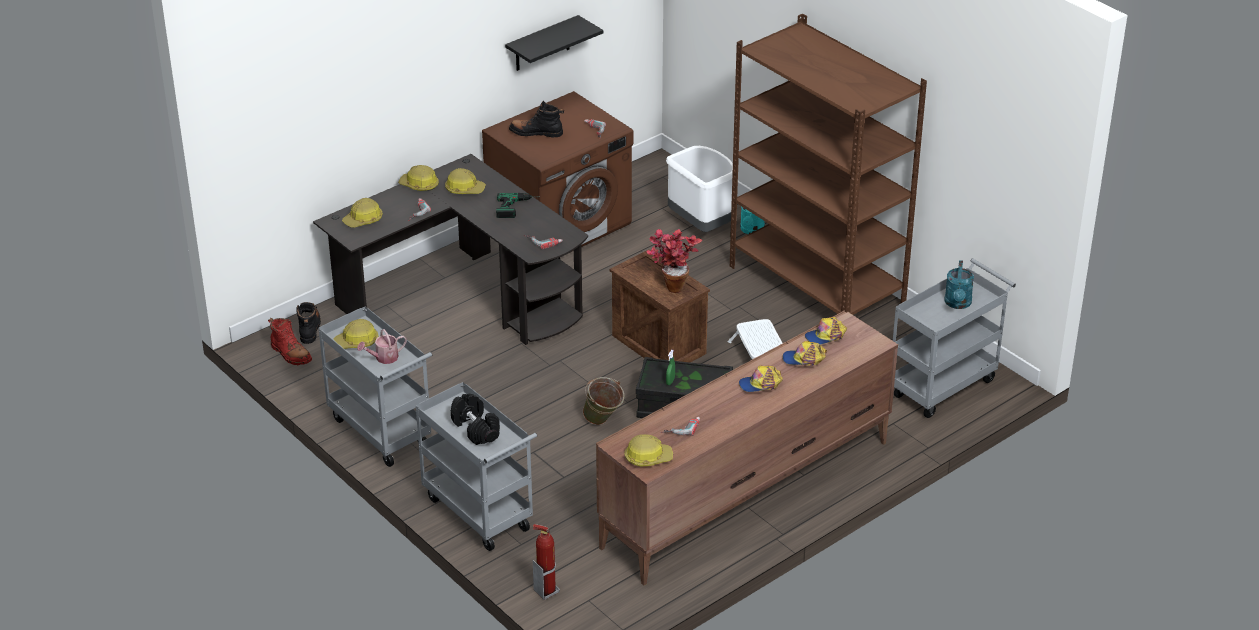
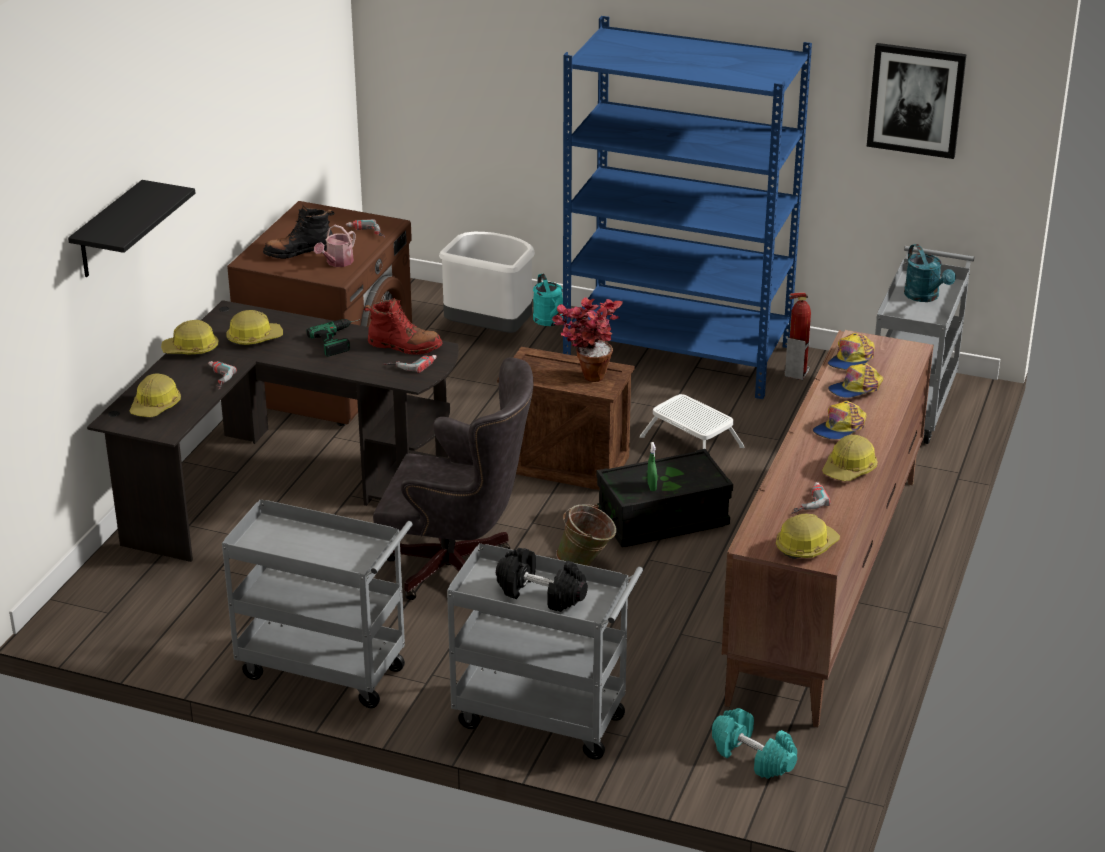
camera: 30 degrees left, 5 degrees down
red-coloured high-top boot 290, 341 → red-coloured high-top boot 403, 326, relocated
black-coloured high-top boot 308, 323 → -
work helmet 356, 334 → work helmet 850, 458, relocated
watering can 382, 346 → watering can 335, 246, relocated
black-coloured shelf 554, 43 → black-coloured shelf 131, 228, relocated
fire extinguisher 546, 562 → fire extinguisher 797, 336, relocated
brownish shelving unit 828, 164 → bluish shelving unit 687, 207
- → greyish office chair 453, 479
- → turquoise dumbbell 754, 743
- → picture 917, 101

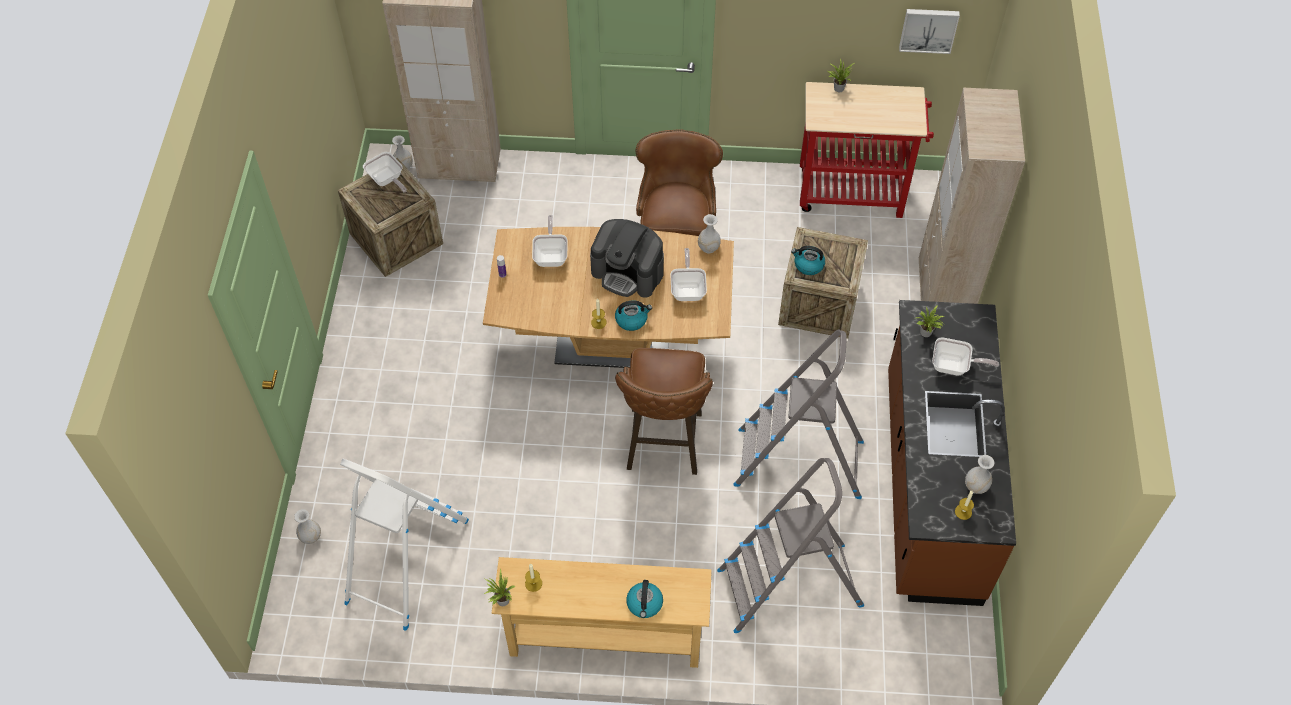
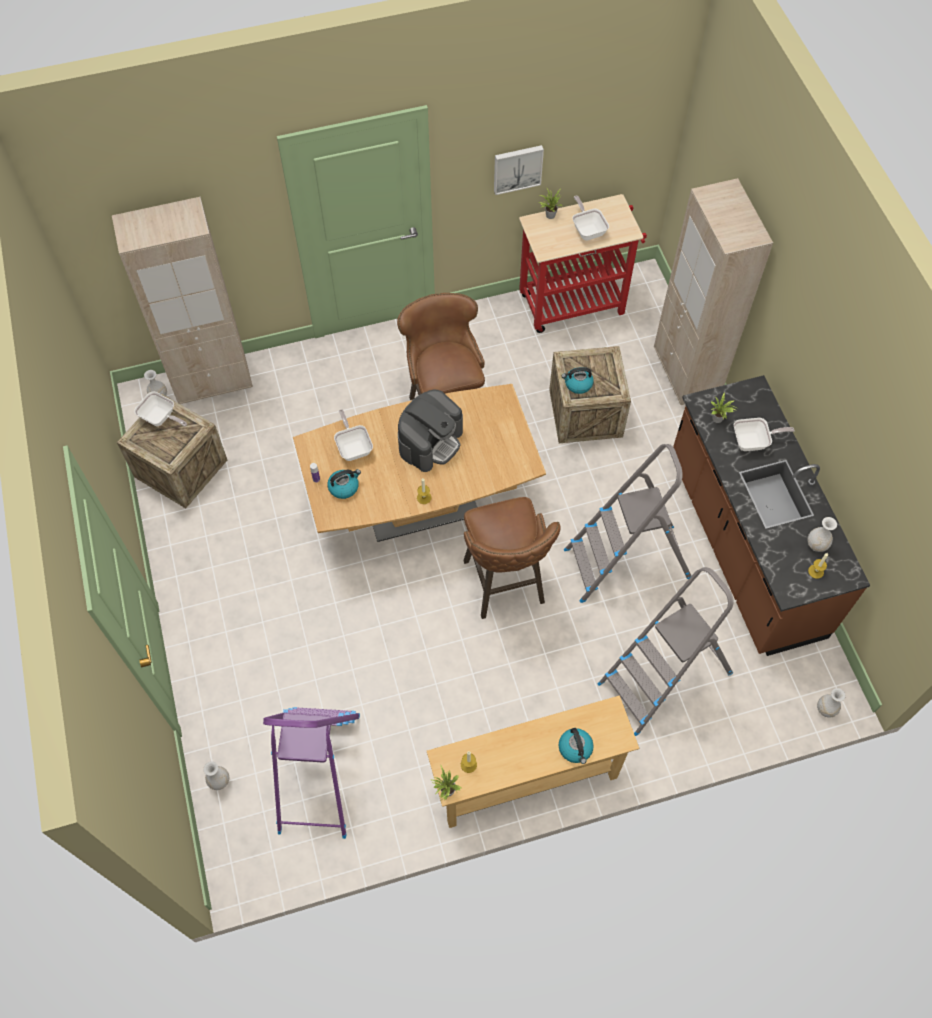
camera: 20 degrees left, 5 degrees up
white stepladder 404, 545 → purplish stepladder 311, 773
coffee machine 627, 258 → coffee machine 430, 431, 60 degrees counterclockwise
tea kettle 633, 315 → tea kettle 344, 484, relocated
pan 688, 274 → pan 590, 218, relocated
white vase 709, 233 → white vase 831, 703, relocated
picture 929, 31 → picture 519, 170, relocated

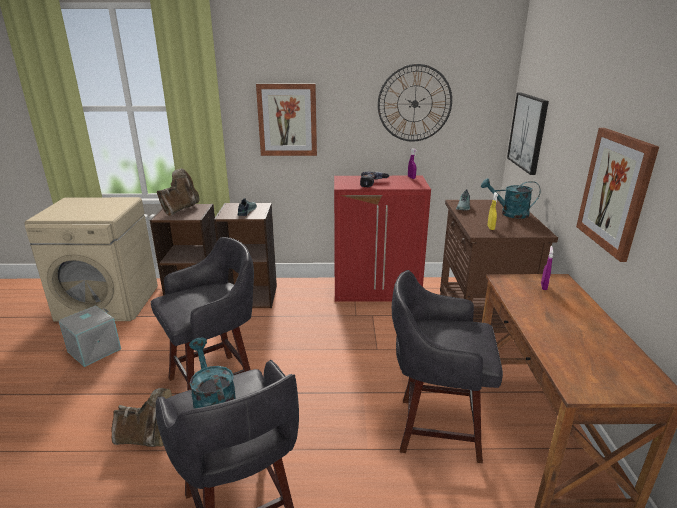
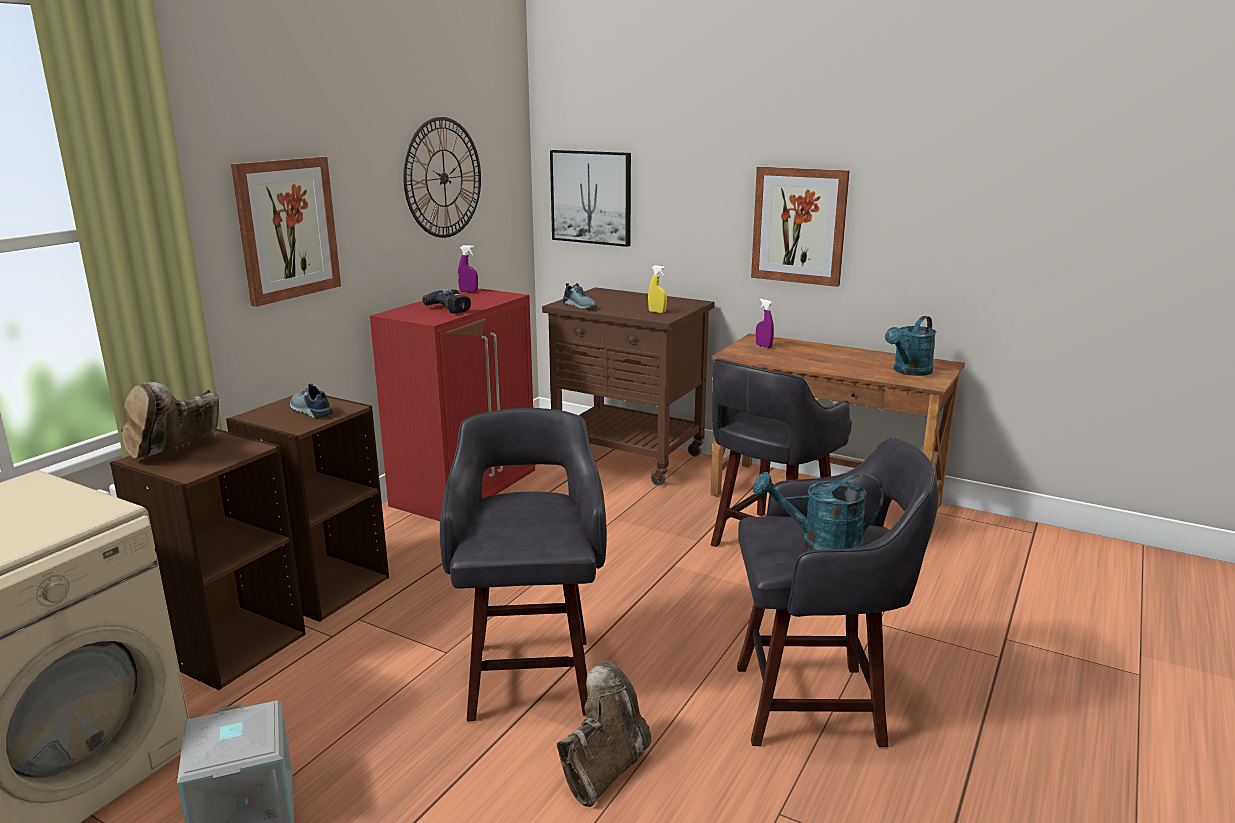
camera: 60 degrees left, 5 degrees down
brownish high-top boot 178, 192 → brownish high-top boot 170, 420, 120 degrees counterclockwise
turquoise watering can 511, 198 → turquoise watering can 910, 346, relocated

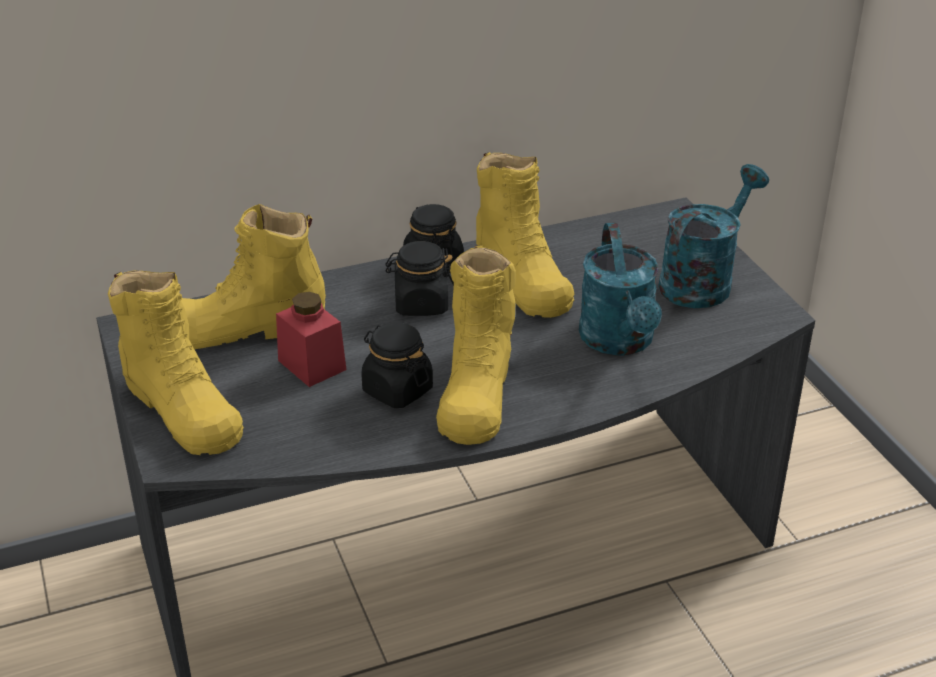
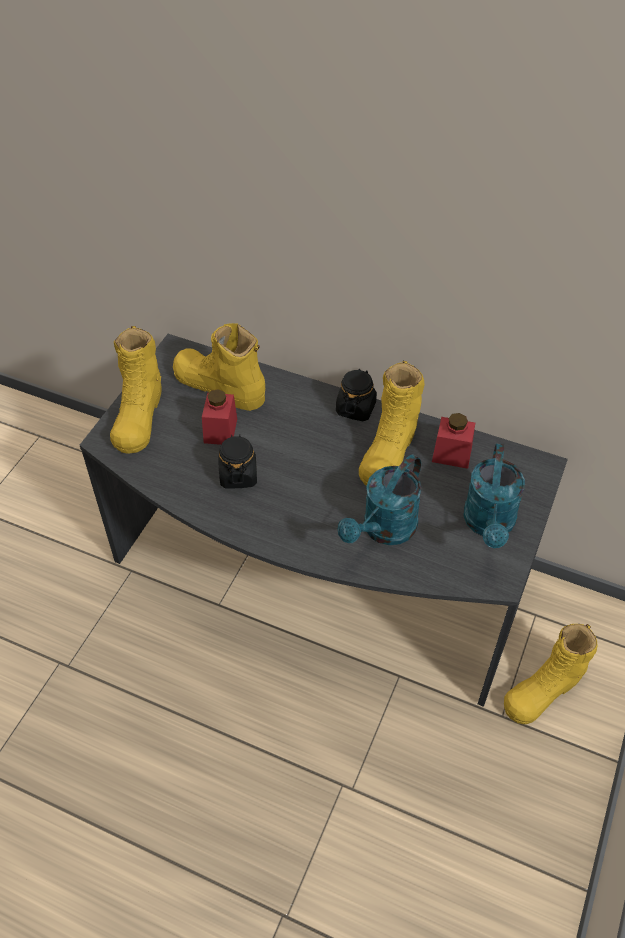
camera: 45 degrees right, 15 degrees up
black-coloured storage jar 419, 278 → -
yellowish high-top boot 476, 345 → yellowish high-top boot 550, 674, relocated
turquoise watering can 713, 236 → turquoise watering can 494, 495, 105 degrees clockwise
- → red-coloured storage jar 453, 441

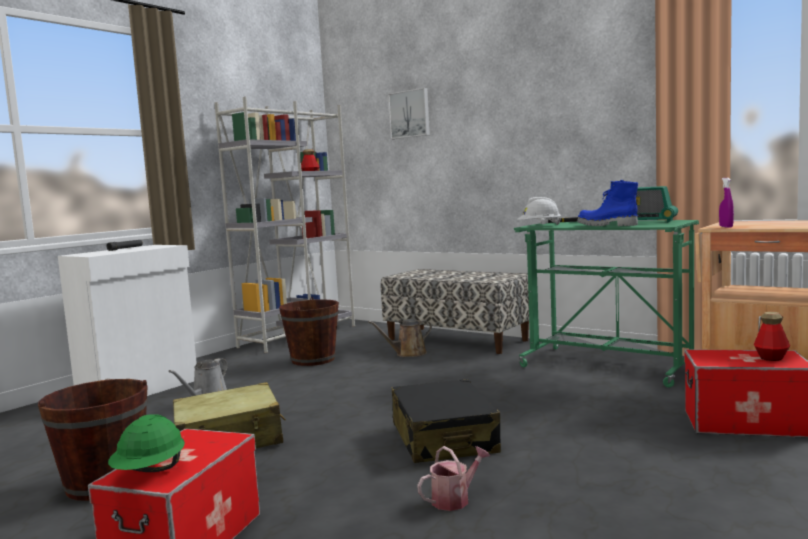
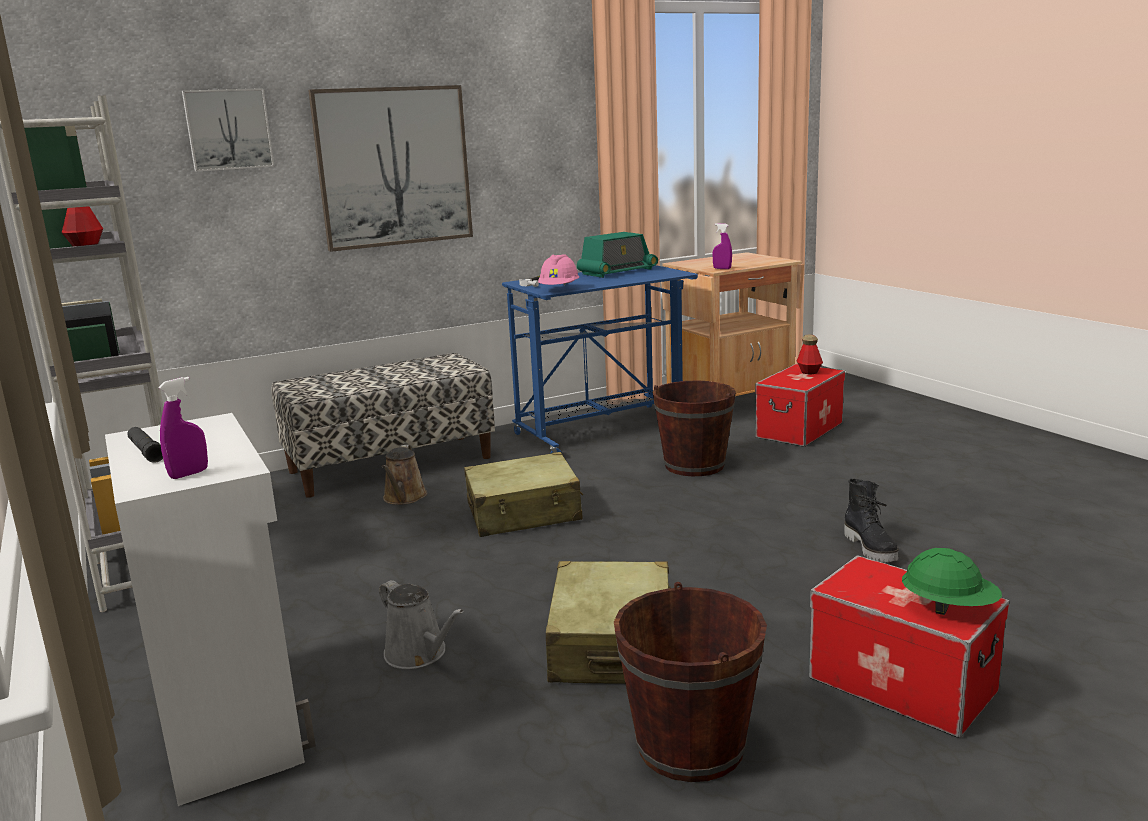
camera: 65 degrees left, 10 degrees up
brownish water bucket 309, 331 → brownish water bucket 694, 428, relocated
black-coloured travel case 446, 421 → -
watering can 453, 478 → black-coloured high-top boot 871, 520
greenish desk unit 606, 303 → bluish desk unit 600, 359
white work helmet 539, 211 → pink work helmet 558, 270
bluish high-top boot 607, 203 → -
- → purplish sprayer 183, 428
- → picture 390, 168
- → beige travel case 523, 494

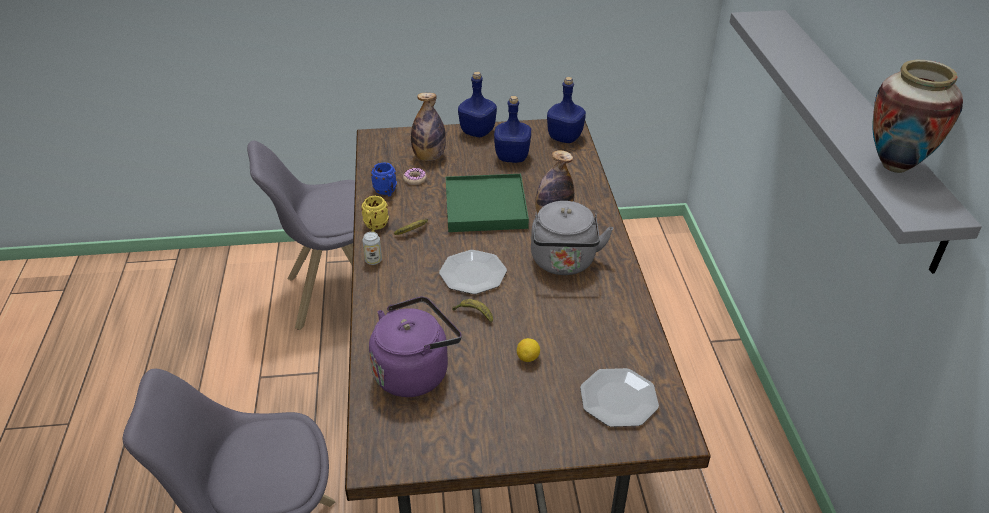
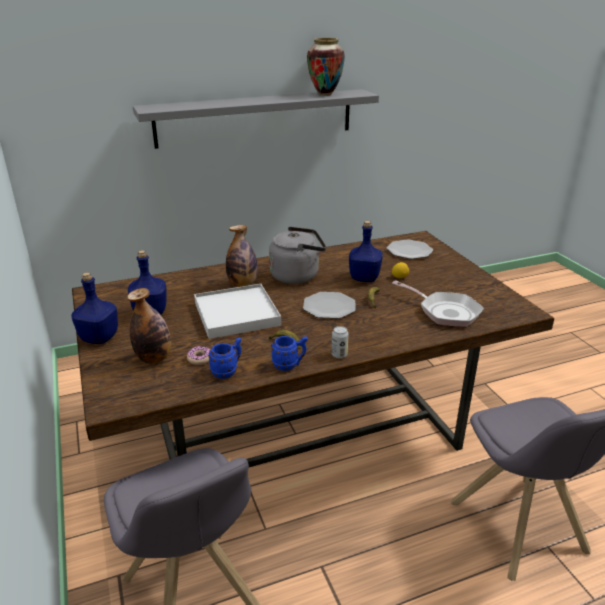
camera: 105 degrees left, 10 degrees down
yellowish coffee mug 375, 214 → bluish coffee mug 289, 353
purplish tea kettle 415, 346 → pan 438, 303
greenish serving tray 487, 203 → white serving tray 237, 311
bluish beverage bottle 566, 110 → bluish beverage bottle 366, 251, relocated

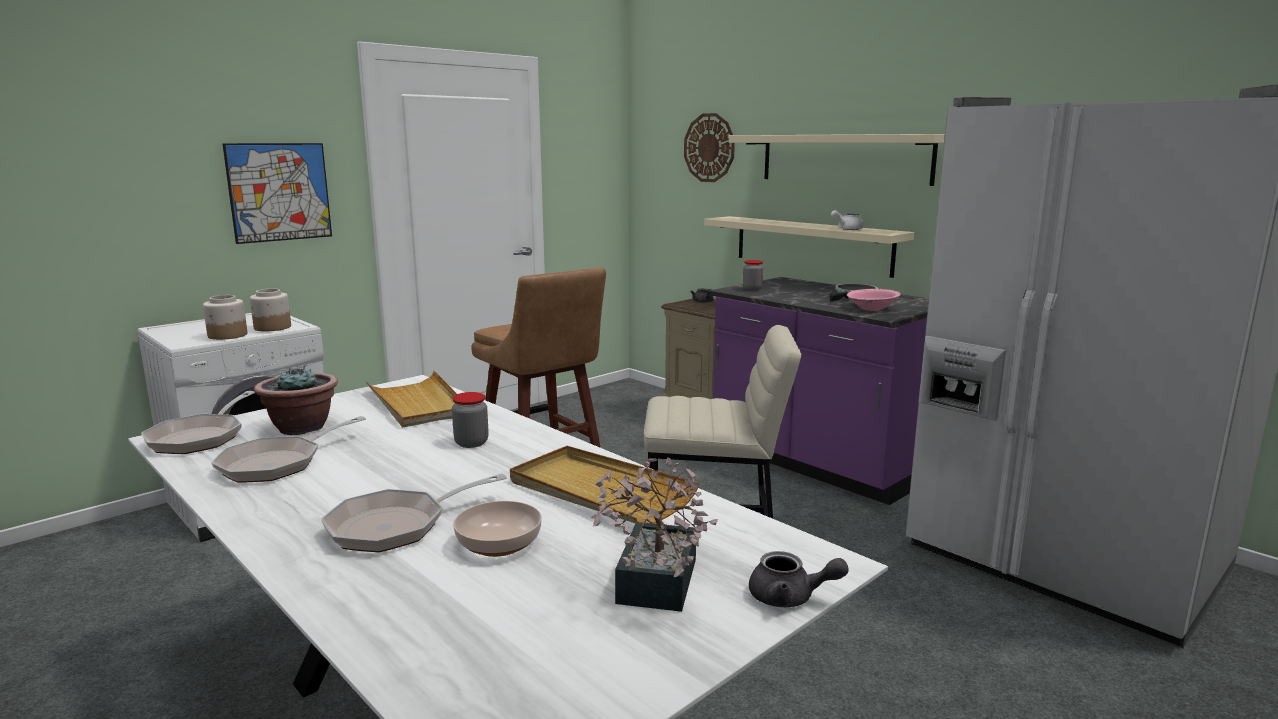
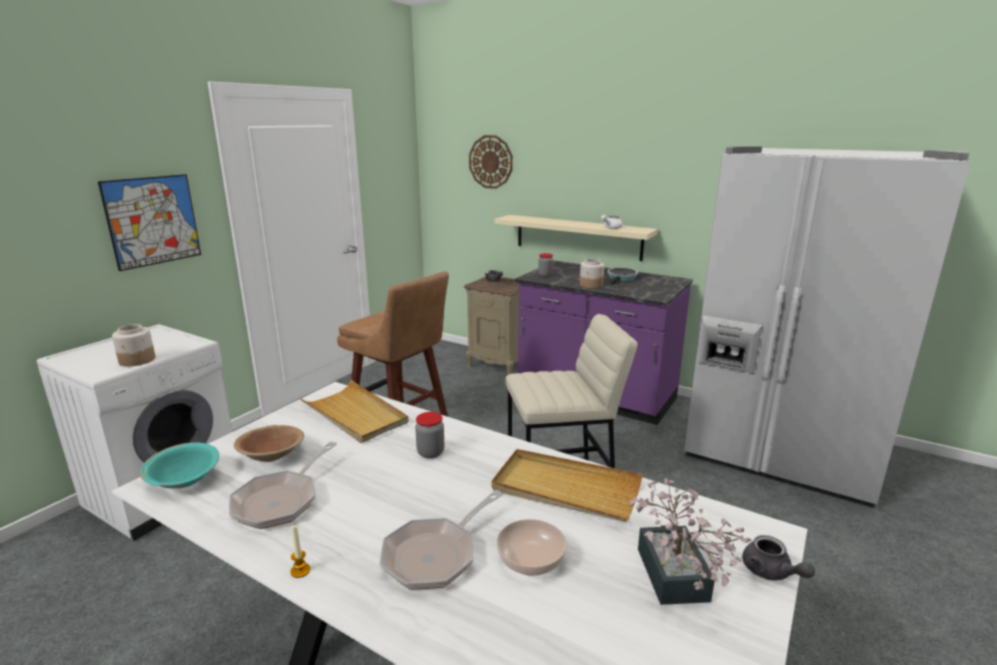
camera: 15 degrees left, 5 degrees up
pan 198, 422 → turquoise deep dish 179, 465
storage jar 270, 310 → storage jar 592, 273, relocated
potted plant 296, 400 → brownish deep dish 269, 443
beige shelf 837, 160 → -
greyish pot for tea 799, 579 → greyish pot for tea 778, 558, 60 degrees clockwise
pink deep dish 874, 300 → -
- → wax light 300, 551

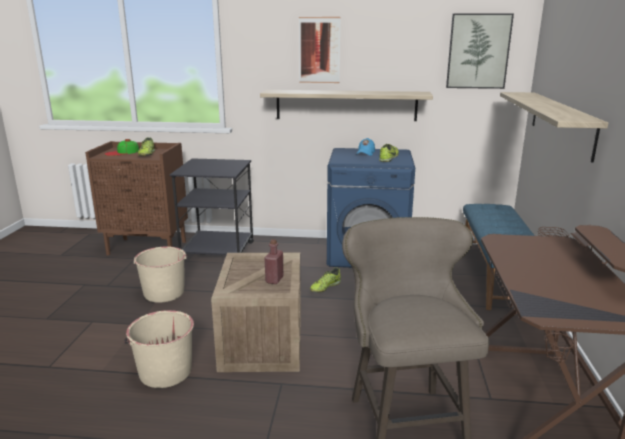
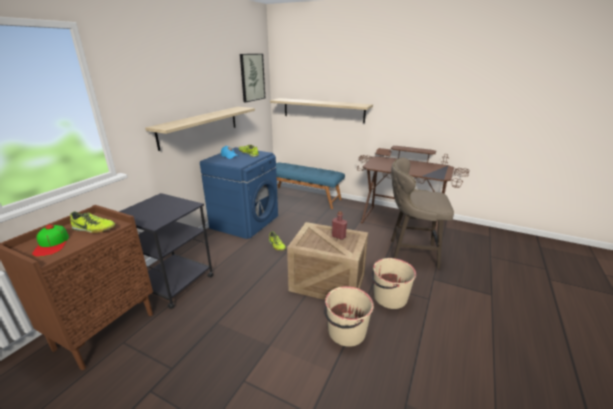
camera: 70 degrees left, 5 degrees up
beige water bucket 160, 274 → beige water bucket 393, 283, relocated
picture 320, 50 → -

